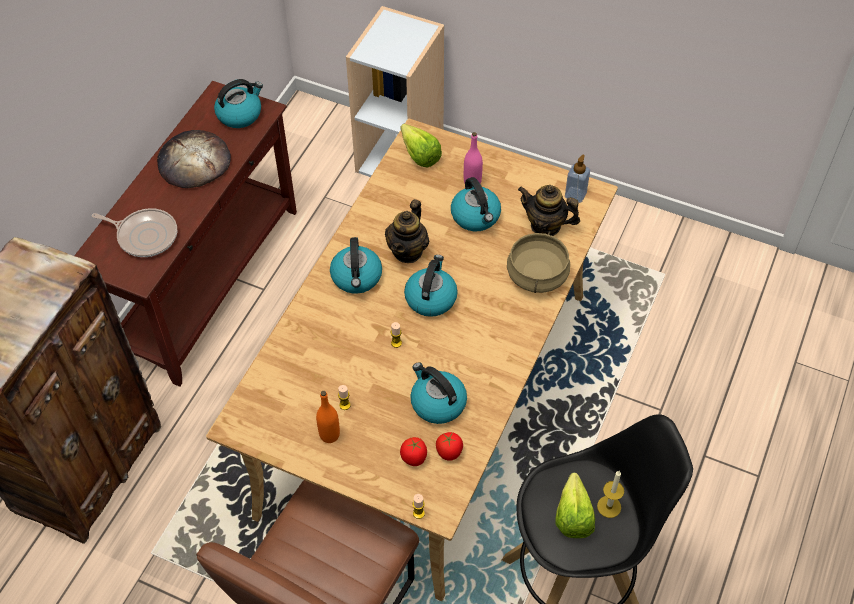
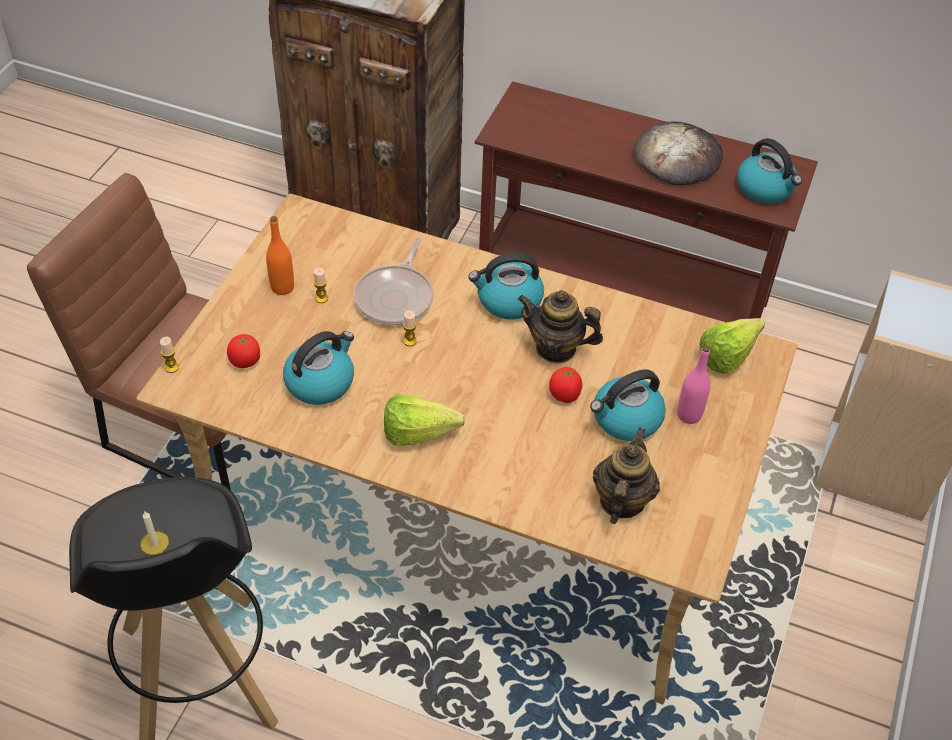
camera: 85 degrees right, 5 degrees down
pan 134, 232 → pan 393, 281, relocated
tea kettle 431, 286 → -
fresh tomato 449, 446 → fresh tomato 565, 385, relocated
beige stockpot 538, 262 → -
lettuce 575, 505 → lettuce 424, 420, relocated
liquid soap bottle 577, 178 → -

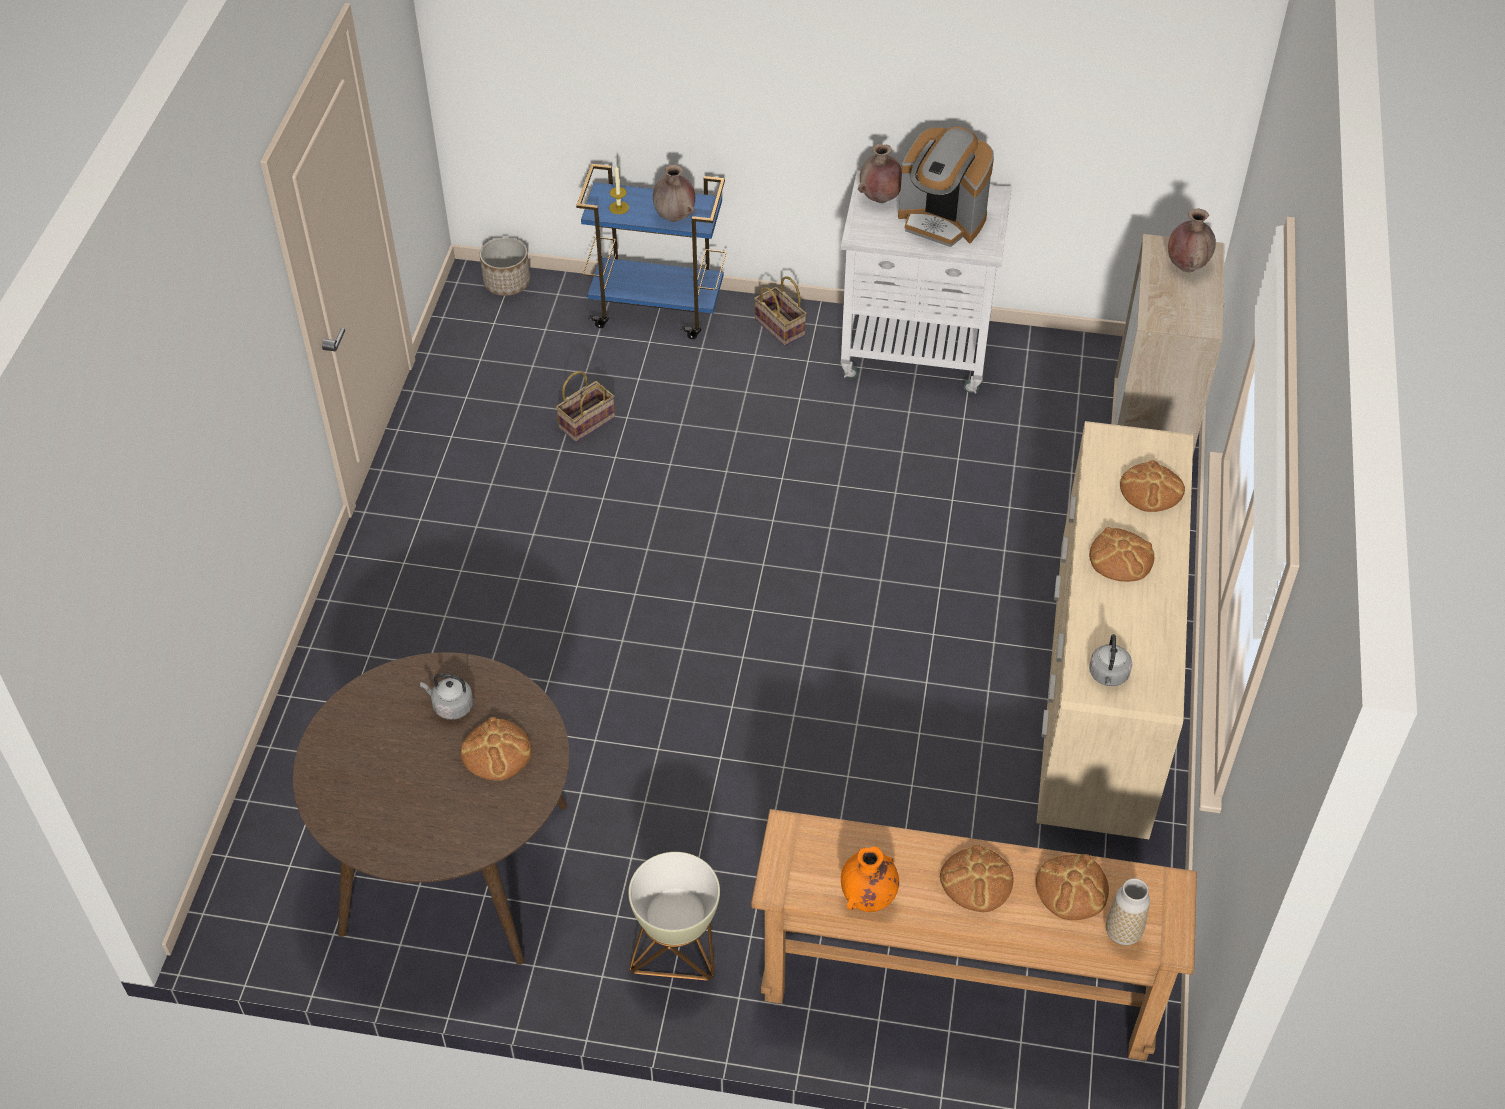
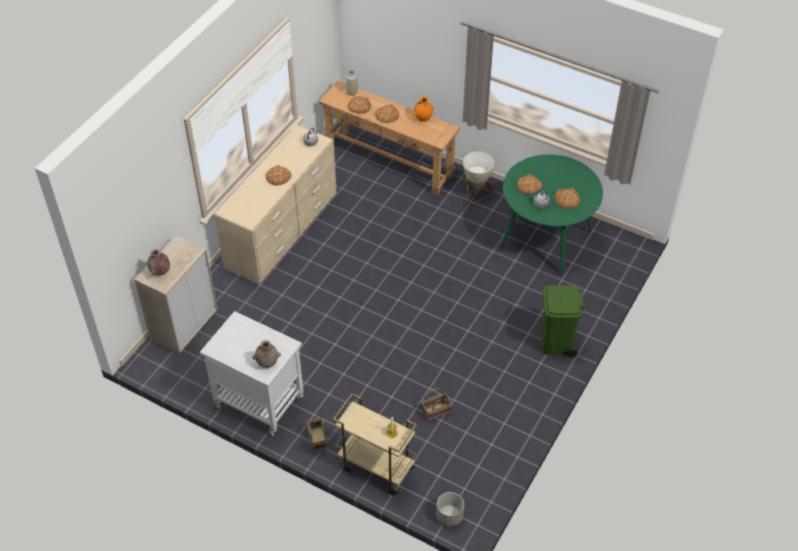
camera: 160 degrees left, 0 degrees up
brownish kitchen table 431, 808 → greenish kitchen table 551, 214
bluish trolley 651, 251 → beige trolley 375, 444
brownish vase 674, 193 → -
coffee machine 946, 187 → -
bakery bread 1152, 486 → bakery bread 567, 198, relocated
- → greenish waste bin 562, 321

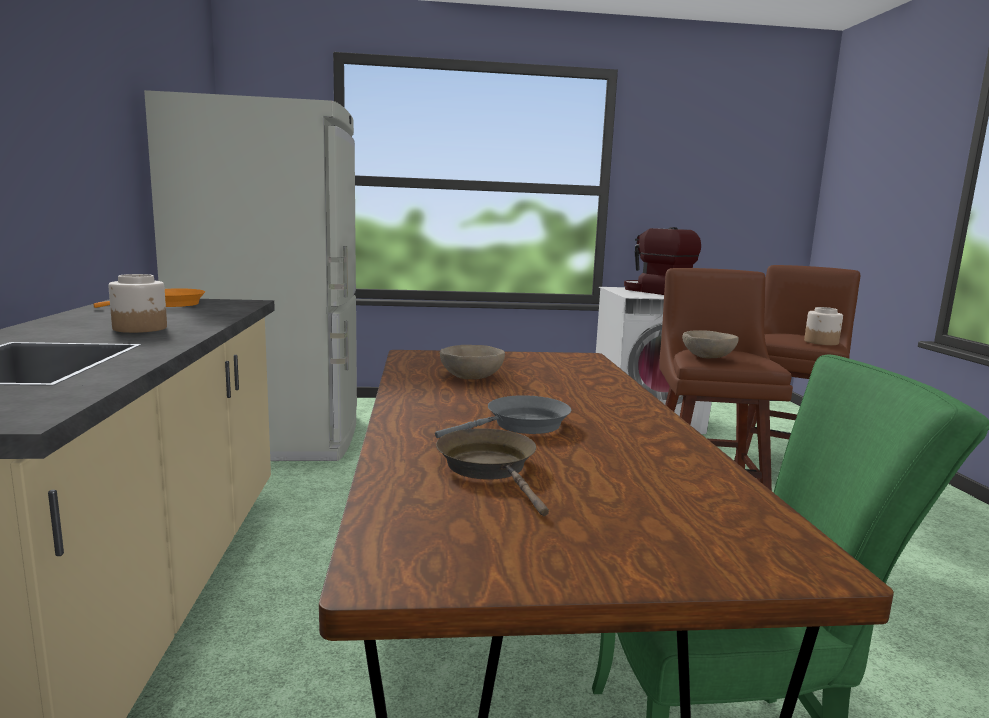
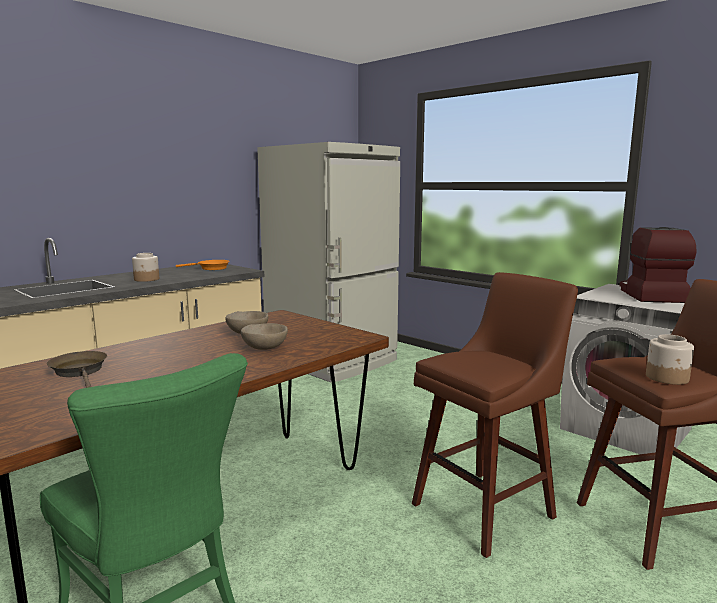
camera: 50 degrees right, 0 degrees up
greyish pan 503, 416 → -
brownish pan 492, 472 → brownish pan 77, 369, 60 degrees counterclockwise
beige deep dish 710, 344 → beige deep dish 264, 336, relocated

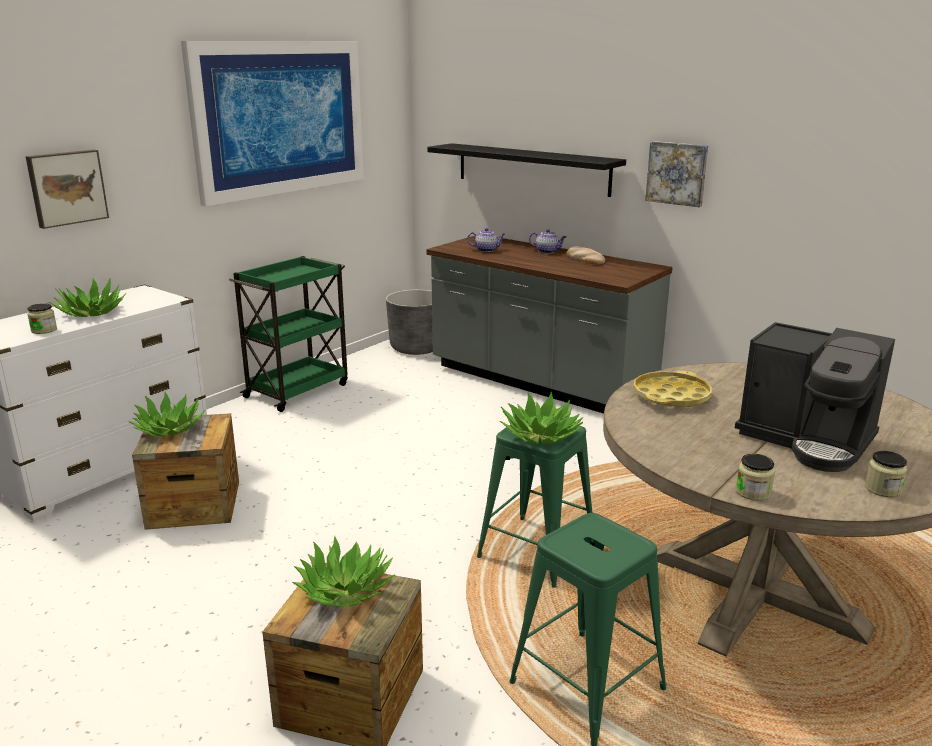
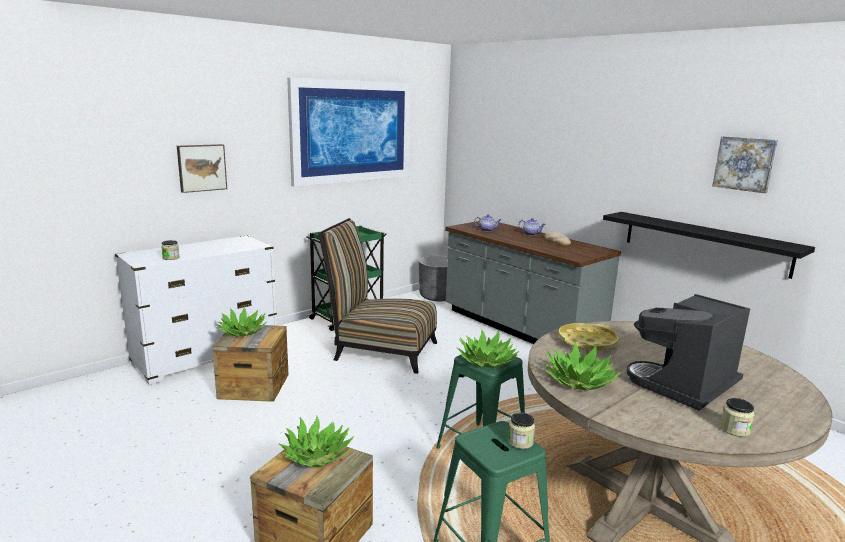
camera: 10 degrees right, 5 degrees down
potted plant 87, 297 → potted plant 581, 366, relocated
black-coloured shelf 526, 170 → black-coloured shelf 709, 245, relocated
picture 676, 174 → picture 745, 164, relocated
coffee machine 815, 397 → coffee machine 688, 352, 90 degrees clockwise
storage jar 755, 477 → storage jar 521, 430, relocated
- → chair 377, 296

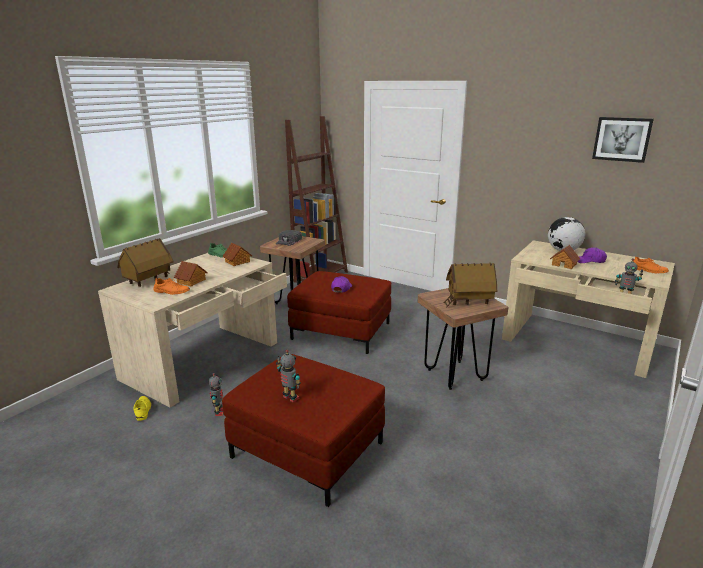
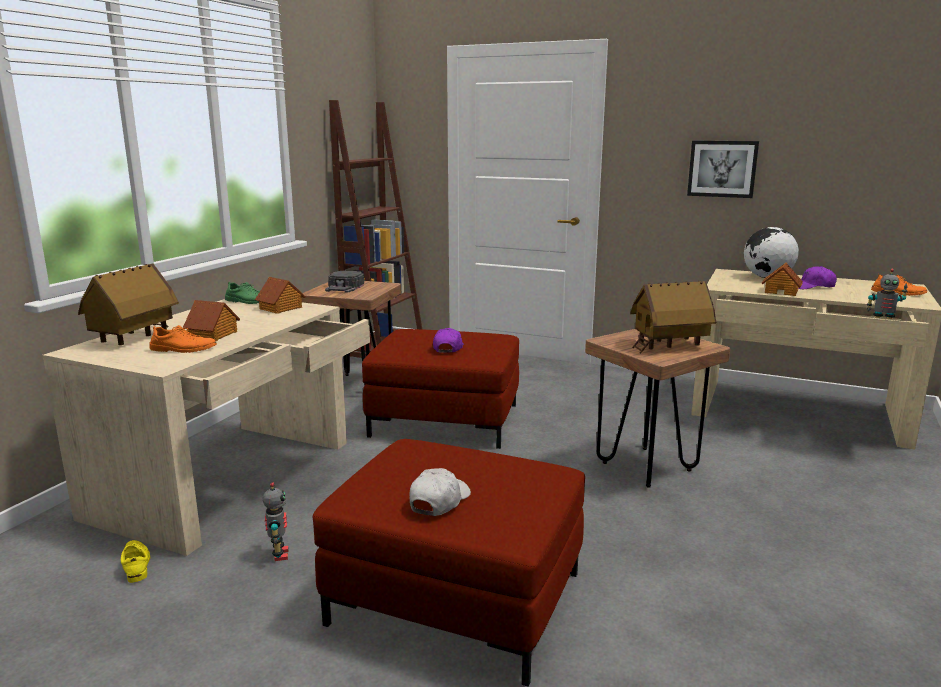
camera: 10 degrees left, 5 degrees down
model robot 288, 376 → white peaked cap 440, 492
picture 623, 140 → picture 723, 169, relocated

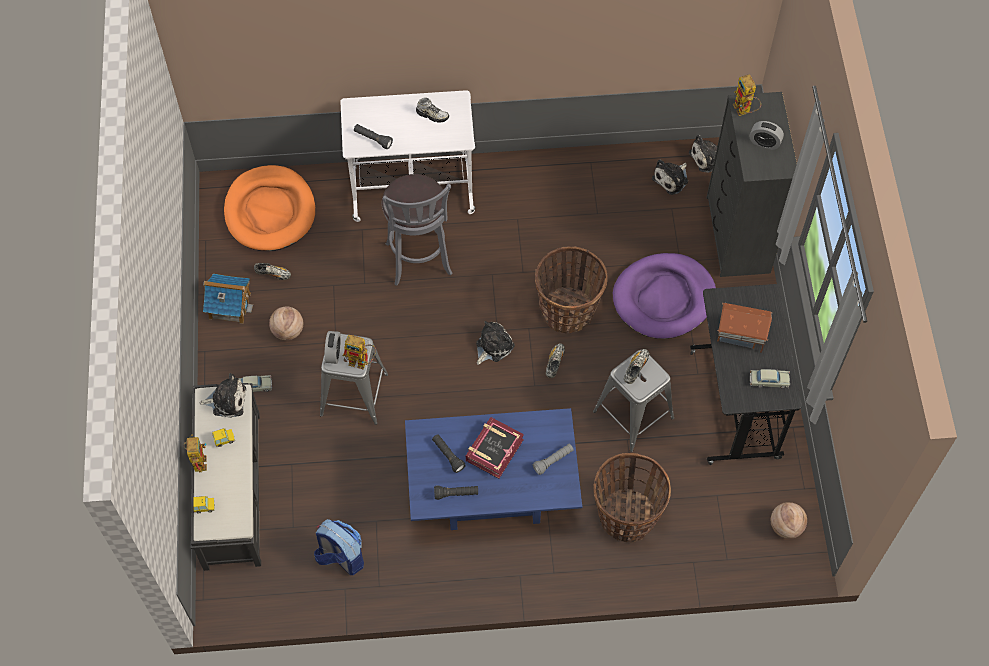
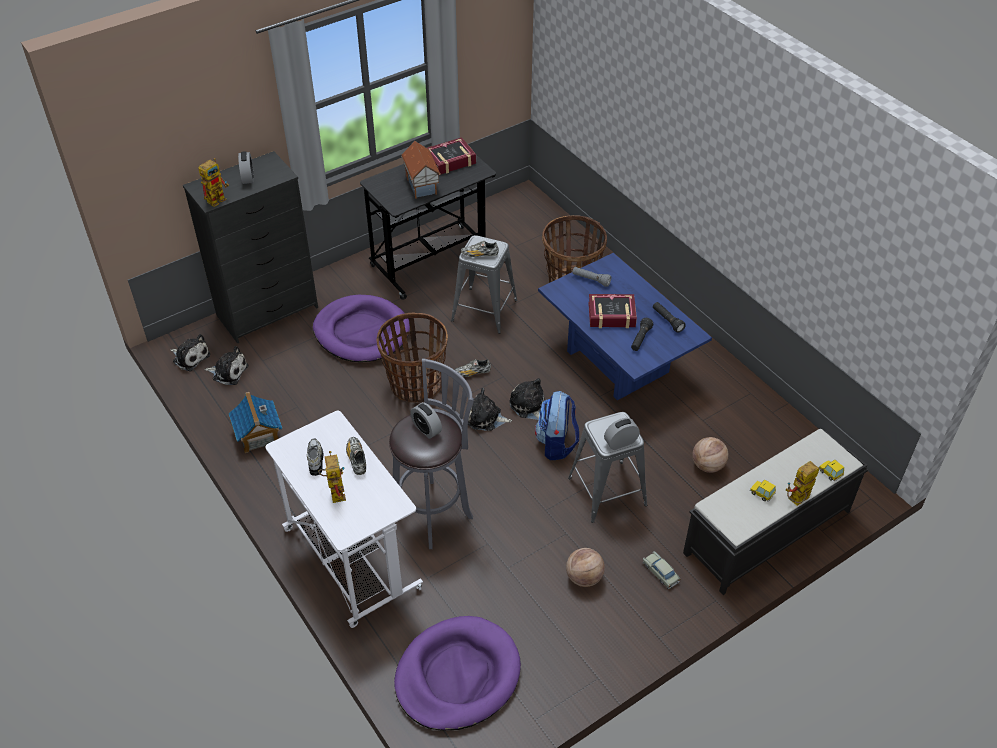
camera: 120 degrees left, 15 degrees down
plush toy 222, 395 → plush toy 527, 399, relocated
model house 228, 299 → model house 255, 422, relocated
orange dog bed 269, 208 → purplish dog bed 457, 673
item of footwear 272, 271 → item of footwear 356, 456, relocated
backpack 339, 547 → backpack 557, 425, relocated
model robot 359, 352 → model robot 332, 477, relocated
black-coloured hand torch 373, 136 → -
beige toy car 769, 378 → bound book 452, 155
basketball 789, 520 → basketball 710, 455, relocated
- → alarm clock 426, 420

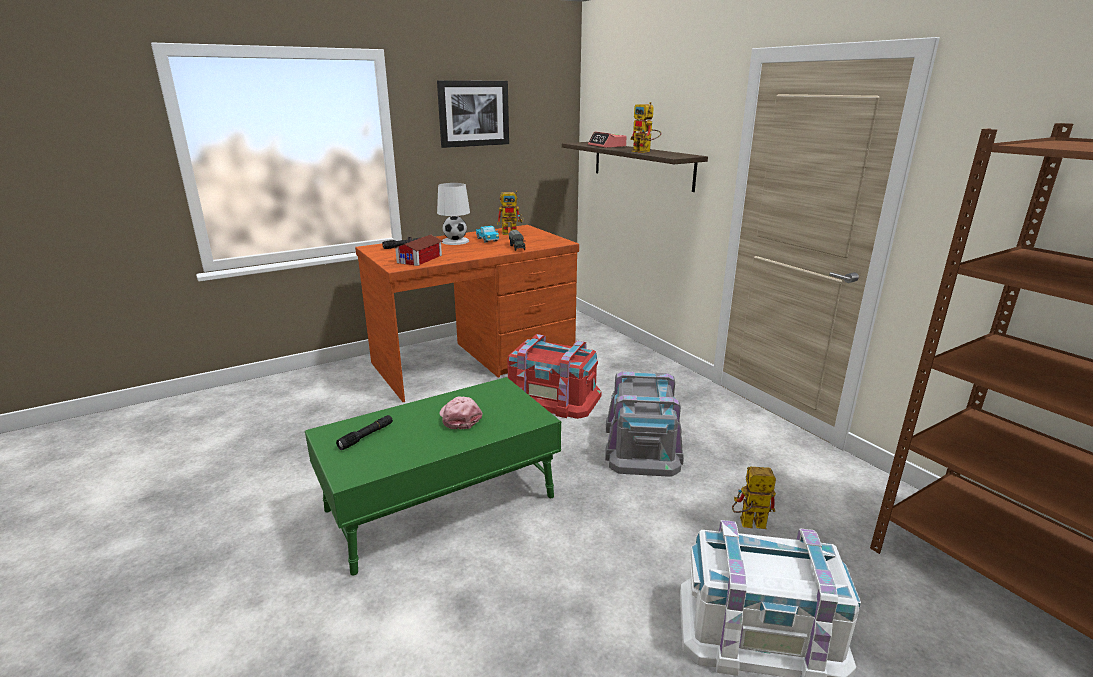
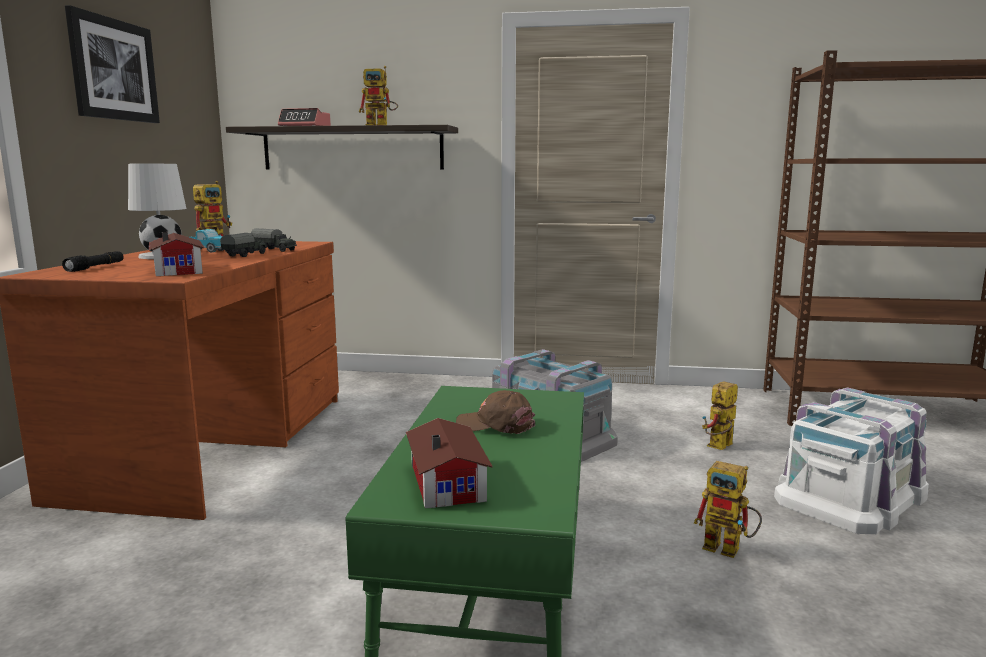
camera: 50 degrees left, 10 degrees down
black-coloured hand torch 364, 432 → model house 449, 463
pink peaked cap 461, 413 → brownish peaked cap 495, 412
red-coloured storage box 554, 376 → -
- → model truck 243, 245
- → model robot 728, 509

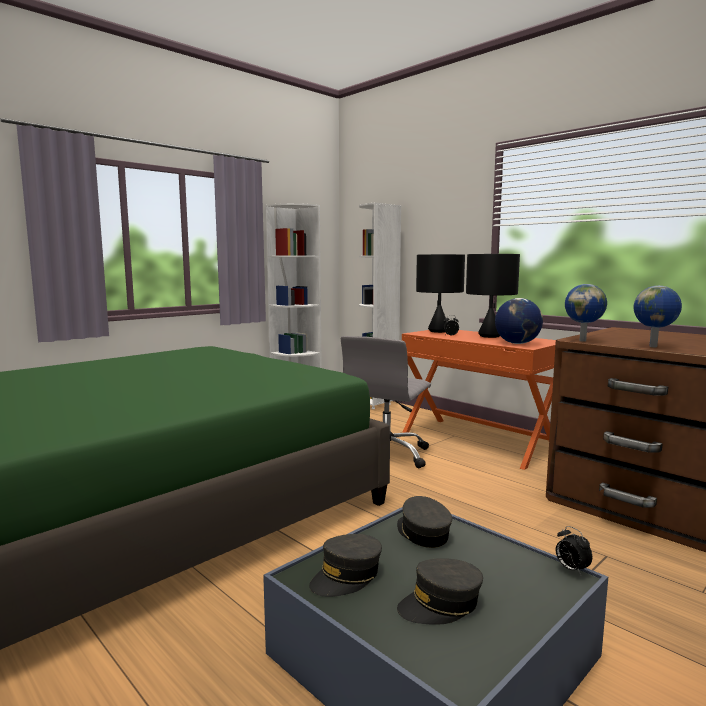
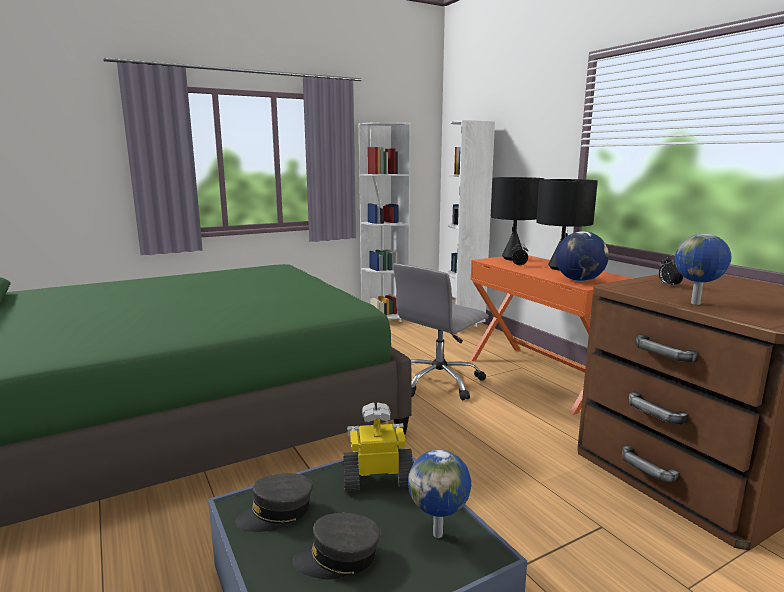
camera: 15 degrees right, 5 degrees up
greyish peaked cap 424, 522 → model robot 378, 447
alarm clock 574, 550 → alarm clock 671, 271, relocated
desk globe 586, 313 → desk globe 439, 494, relocated

